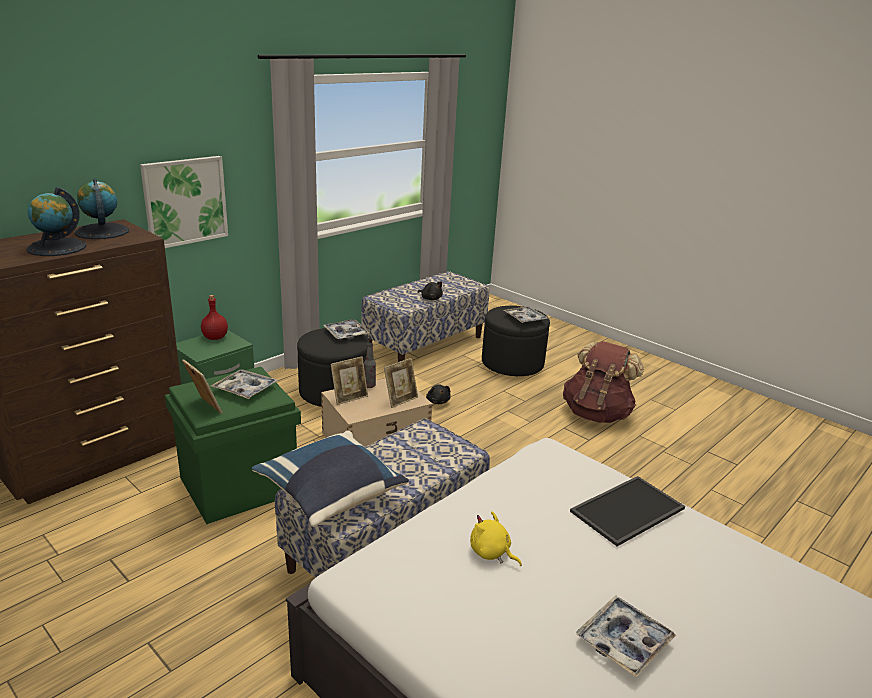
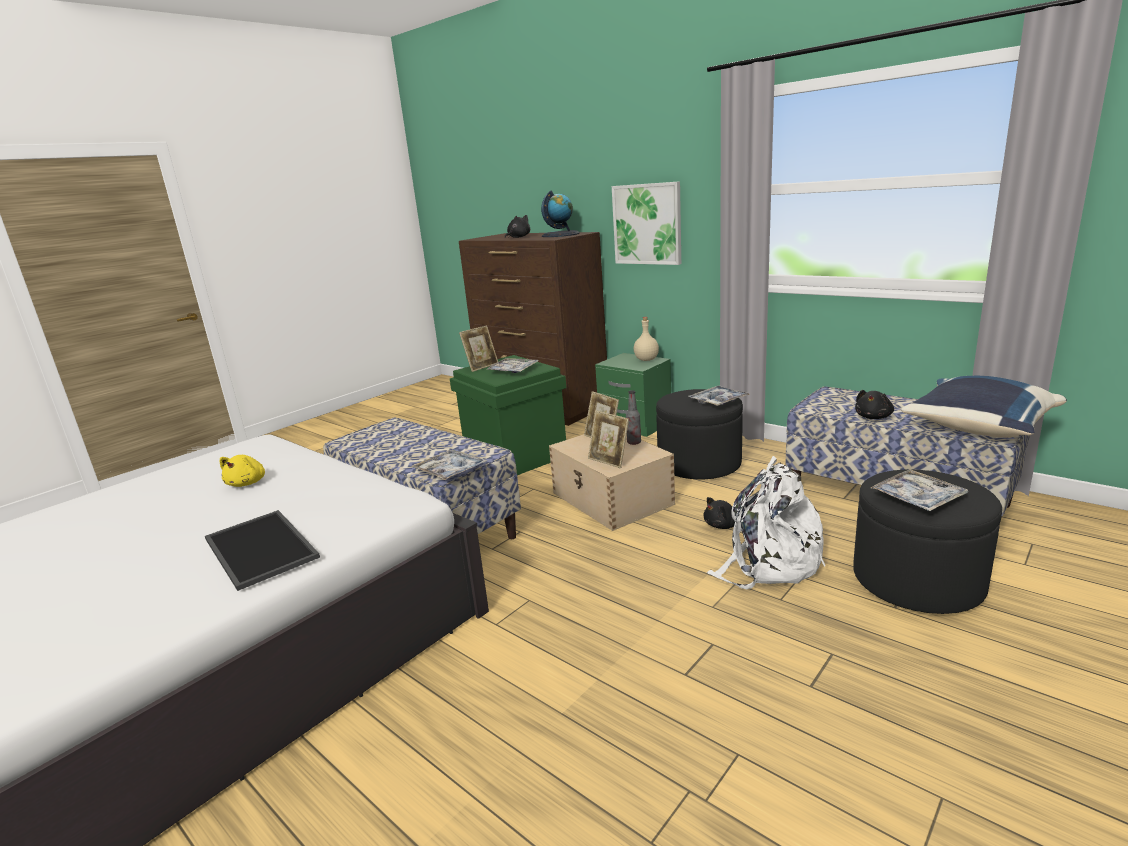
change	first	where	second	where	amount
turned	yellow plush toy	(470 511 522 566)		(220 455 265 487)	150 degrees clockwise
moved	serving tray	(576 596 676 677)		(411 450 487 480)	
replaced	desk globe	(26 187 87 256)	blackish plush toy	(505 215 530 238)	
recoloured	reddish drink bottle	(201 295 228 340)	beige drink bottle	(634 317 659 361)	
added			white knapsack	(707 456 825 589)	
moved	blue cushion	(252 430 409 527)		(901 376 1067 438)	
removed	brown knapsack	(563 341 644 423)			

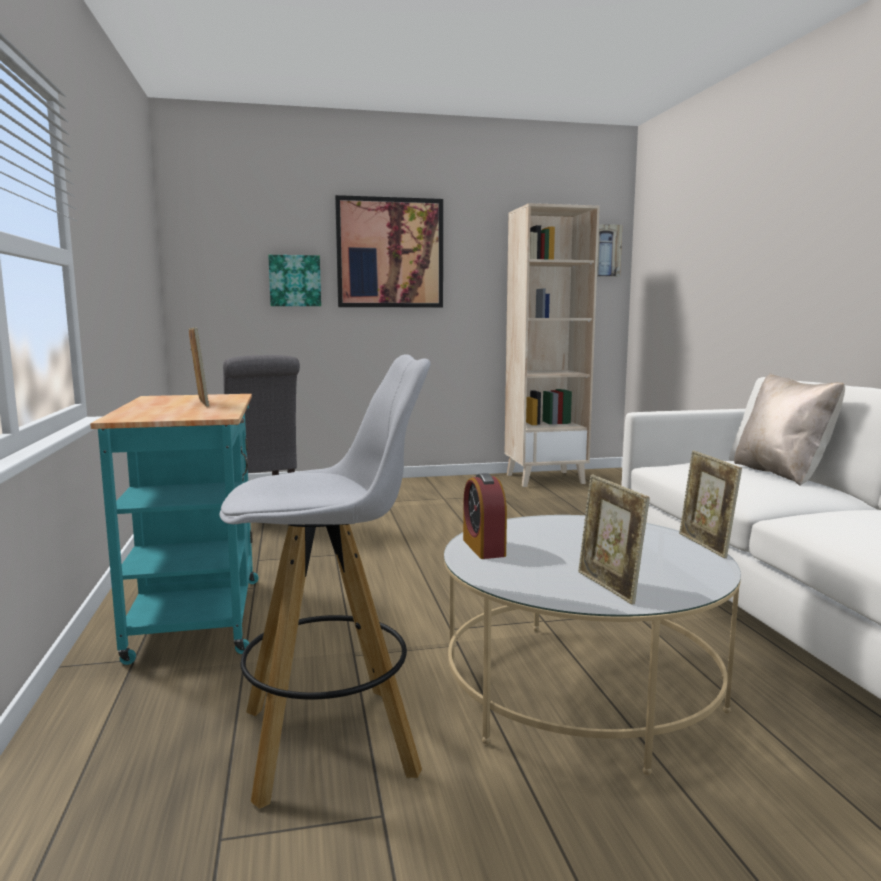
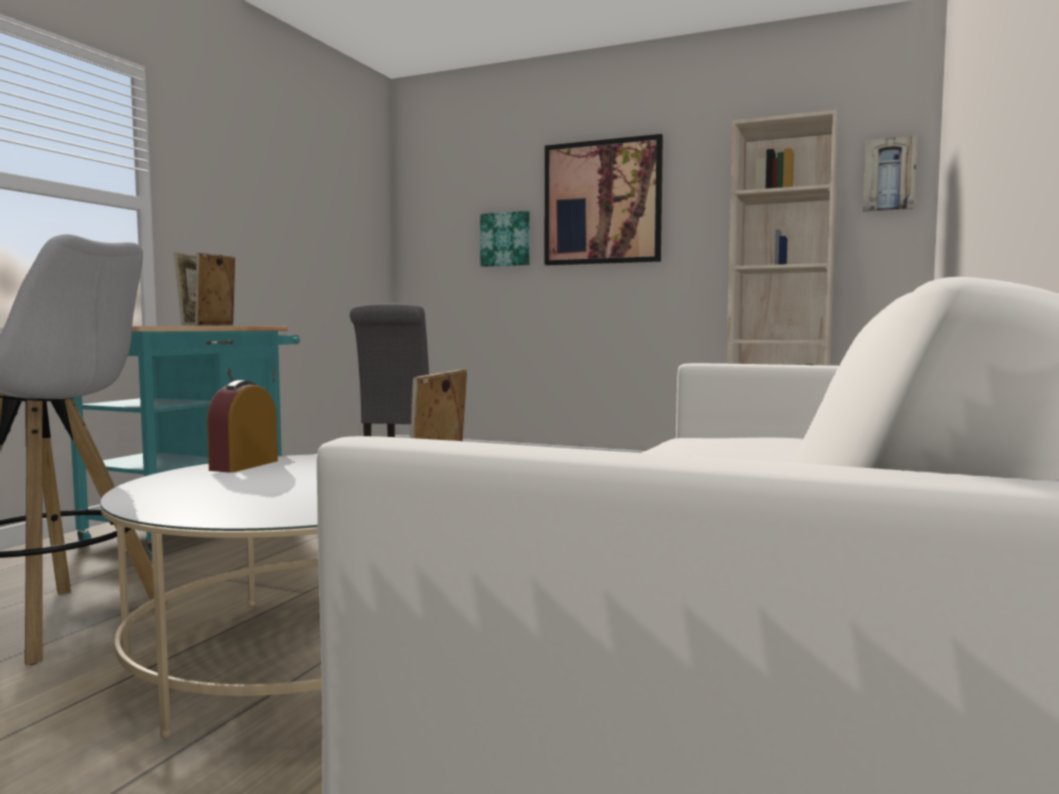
change	first	where	second	where	amount
moved	photo frame	(578 475 650 605)		(195 253 235 326)	
removed	beige cushion	(734 373 845 486)			

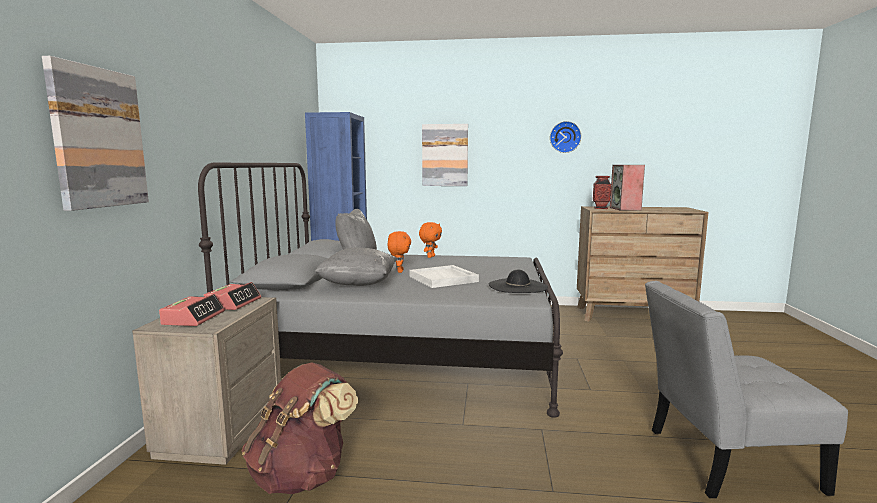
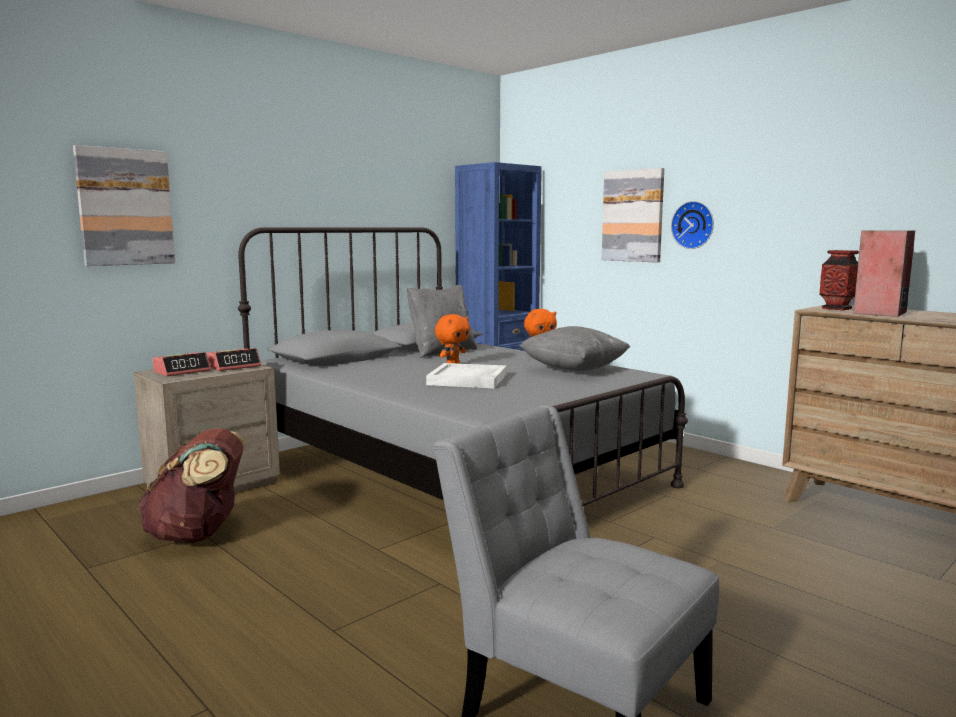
change	first	where	second	where	amount
moved	greyish cushion	(315 247 397 286)		(519 326 630 371)	
moved	clock on the wall	(550 121 581 153)		(671 201 714 249)	
removed	blackish clothing hat	(489 269 548 293)			

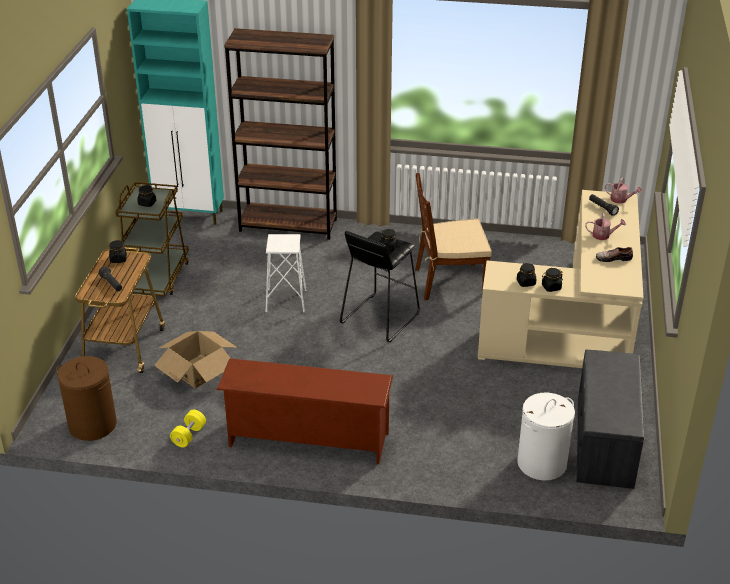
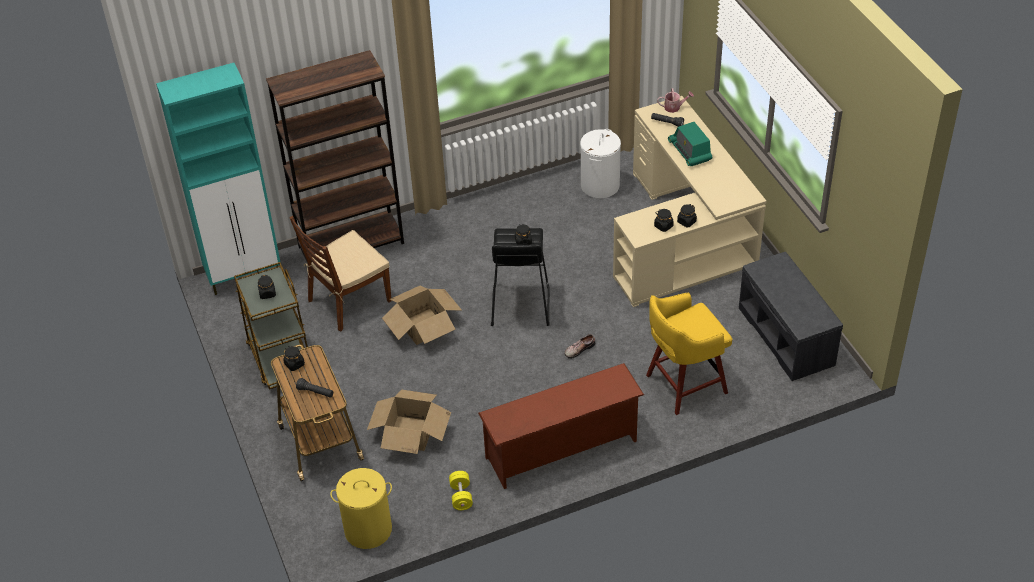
change	first	where	second	where	amount
moved	brown chair	(415 173 492 300)		(289 216 392 331)	
recoloured	brown washing basket	(56 356 117 441)	yellow washing basket	(330 468 392 549)	
replaced	white sitting stool	(266 234 306 312)	carton	(382 286 462 345)	
moved	low shoe	(596 247 633 262)		(565 334 595 359)	
moved	white washing basket	(517 393 575 480)		(580 129 621 198)	
added			yellow sitting stool	(646 293 732 415)	
replaced	watering can	(585 213 626 240)	radio set	(668 122 712 166)	

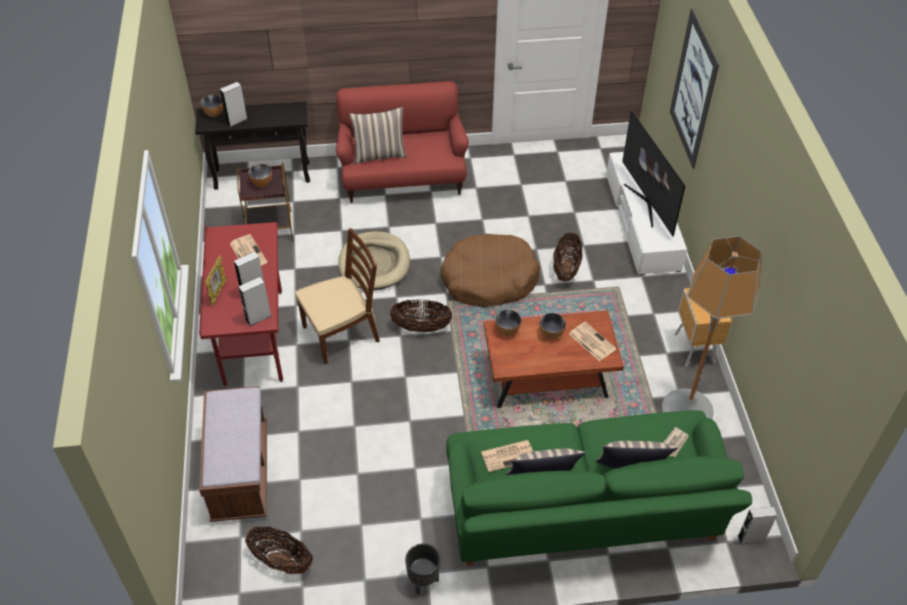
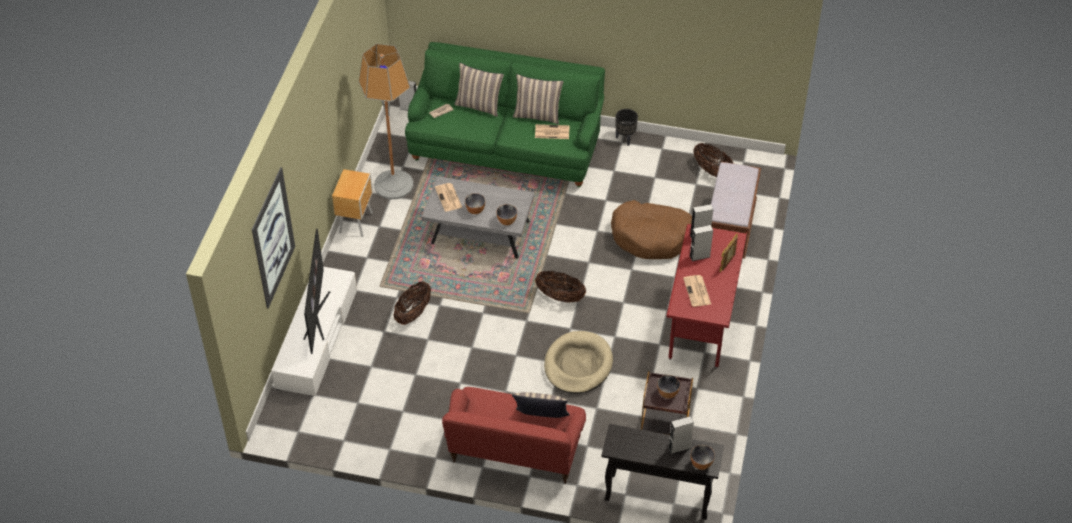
change	first	where	second	where	amount
recoloured	brown coffee table	(484 310 624 408)	greyish coffee table	(422 176 534 258)	
moved	brown pet bed	(440 234 540 307)		(611 200 692 259)	
removed	brown chair	(295 228 380 364)			

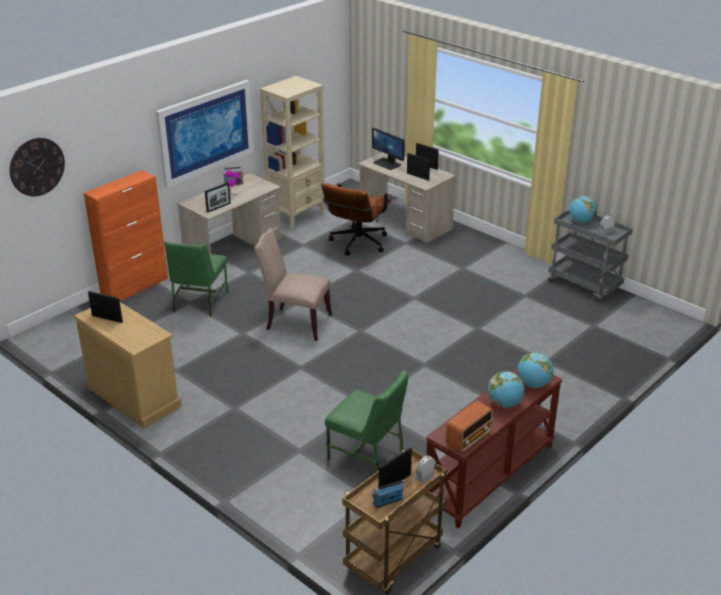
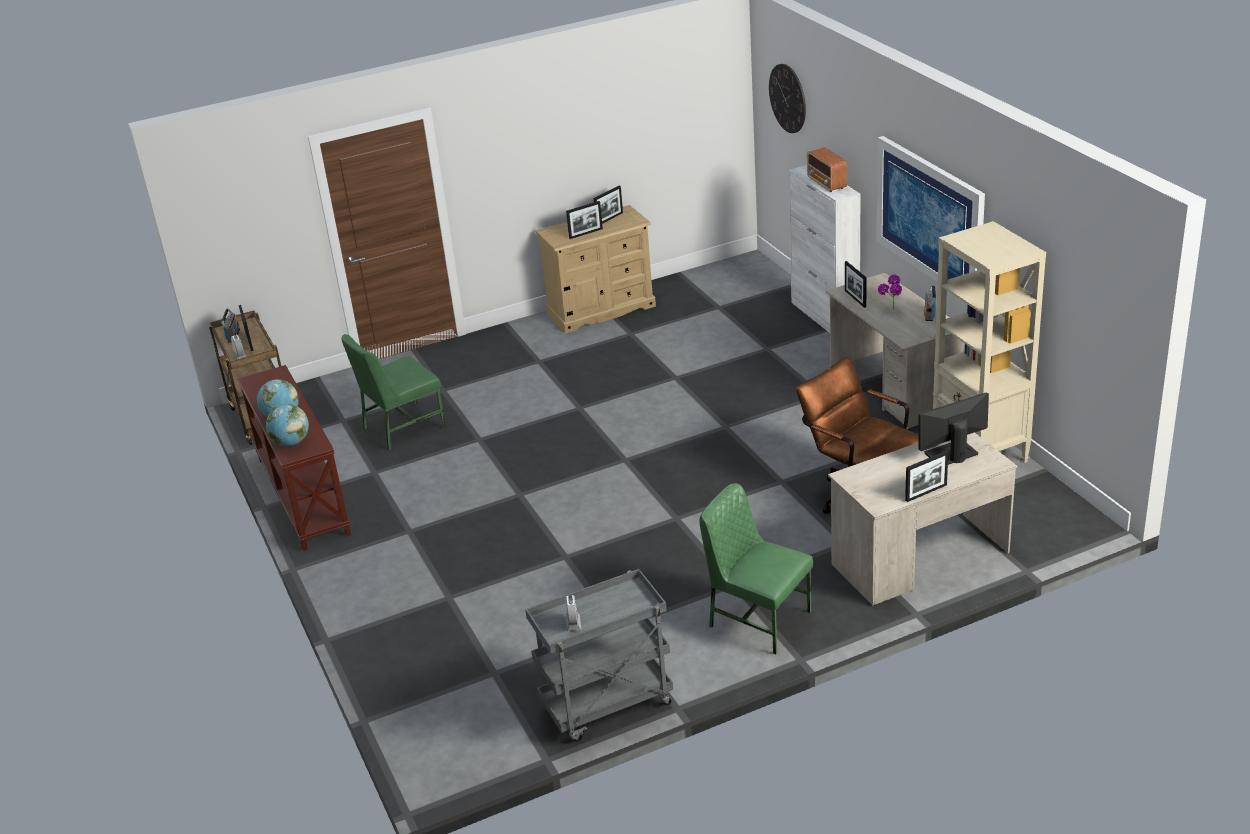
change	first	where	second	where	amount
moved	photo frame	(407 153 430 181)		(566 201 603 239)	
moved	green-coloured chair	(164 241 228 317)		(699 483 813 654)	
recoloured	orange cabinet	(84 170 168 301)	white cabinet	(789 165 861 333)	
moved	radio set	(446 401 493 452)		(807 147 847 192)	
removed	beige chair	(255 228 332 341)			
removed	desk globe	(569 196 597 223)			

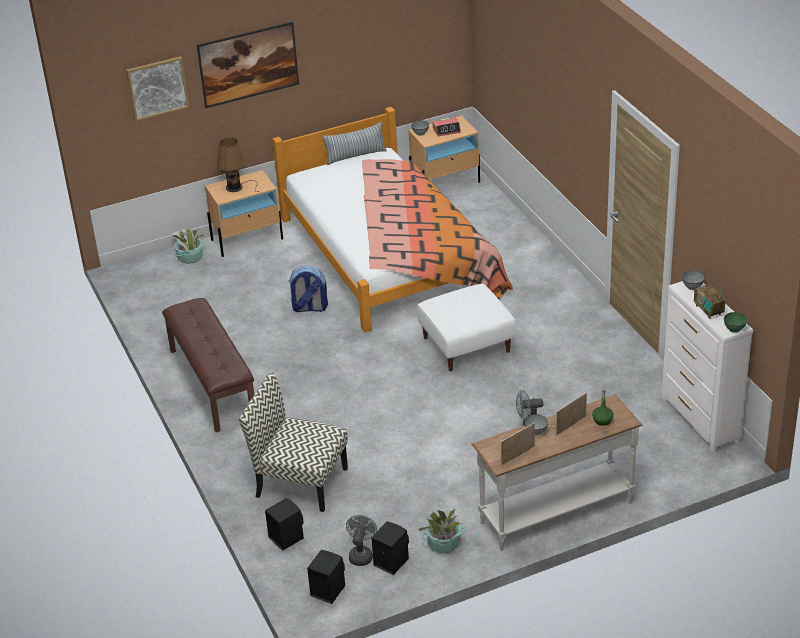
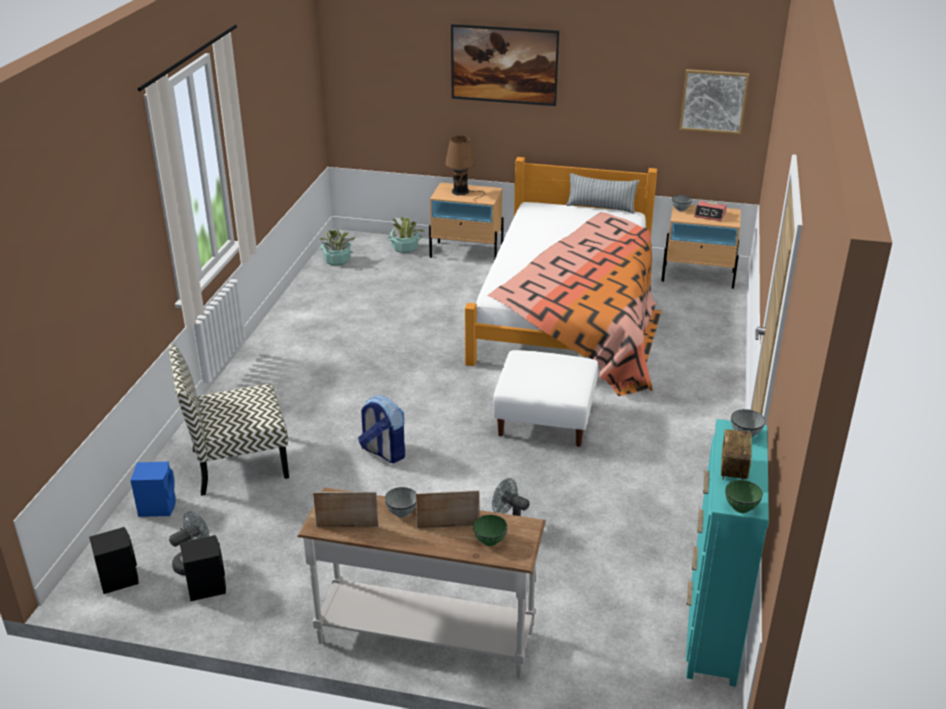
change	first	where	second	where	amount
recoloured	blackish loudspeaker	(265 498 304 551)	blue loudspeaker	(130 461 176 517)	
turned	chair	(239 372 348 512)		(169 345 289 496)	75 degrees counterclockwise
moved	potted plant	(418 506 465 553)		(319 228 357 266)	
moved	knapsack	(288 266 328 312)		(358 395 405 463)	
replaced	green-coloured drink bottle	(592 389 614 426)	green-coloured serving bowl	(473 515 507 546)	
moved	picture	(126 56 189 121)		(679 69 749 134)	
recoloured	white dresser	(661 281 753 453)	turquoise dresser	(686 419 769 687)	
removed	brown bench	(162 298 254 432)			

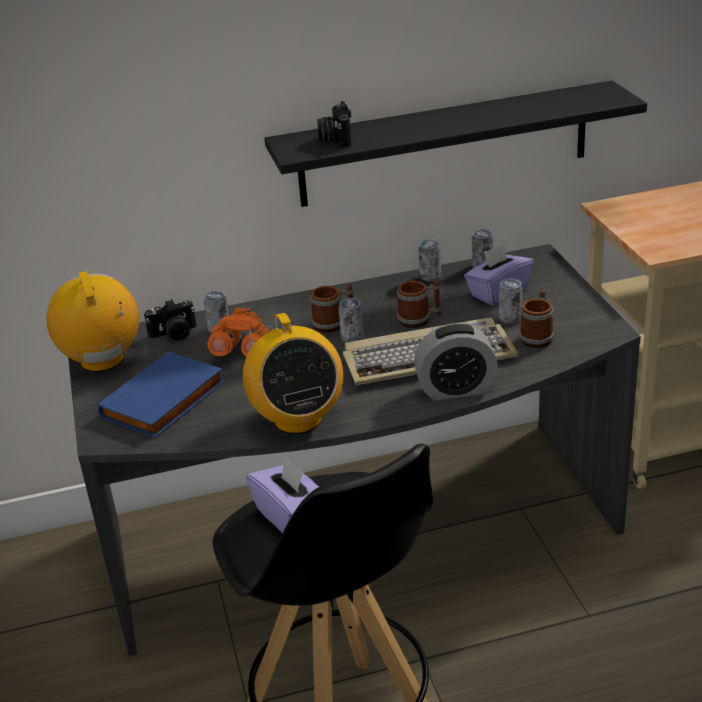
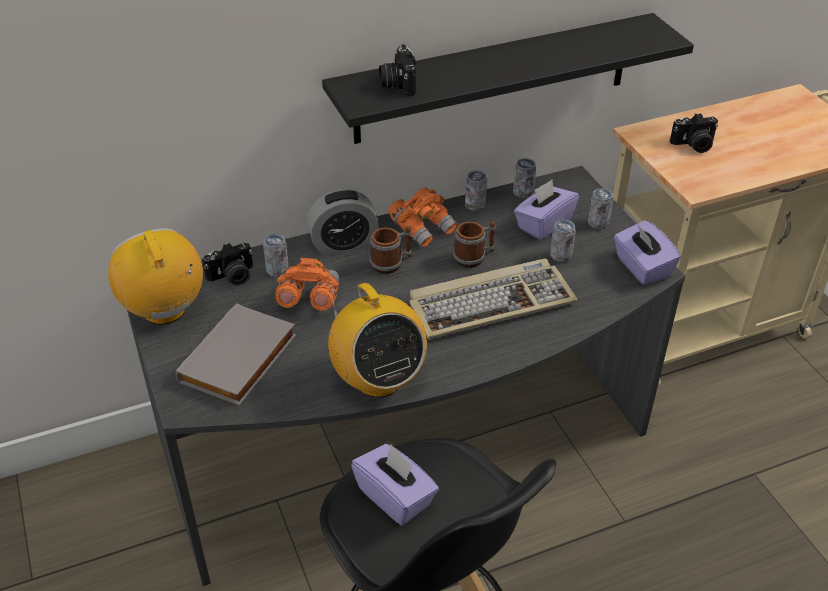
change	first	where	second	where	amount
recoloured	blue bound book	(98 351 225 438)	greyish bound book	(175 303 296 406)	
moved	bedside clock	(414 323 498 400)		(307 189 379 255)	
added			orange field glasses	(388 188 458 248)	
moved	sealed can	(338 298 364 343)		(588 188 614 229)	
added			purple-coloured tissue box	(614 220 681 285)	
added			still camera	(670 113 718 153)	
removed	mug	(519 290 554 348)			

